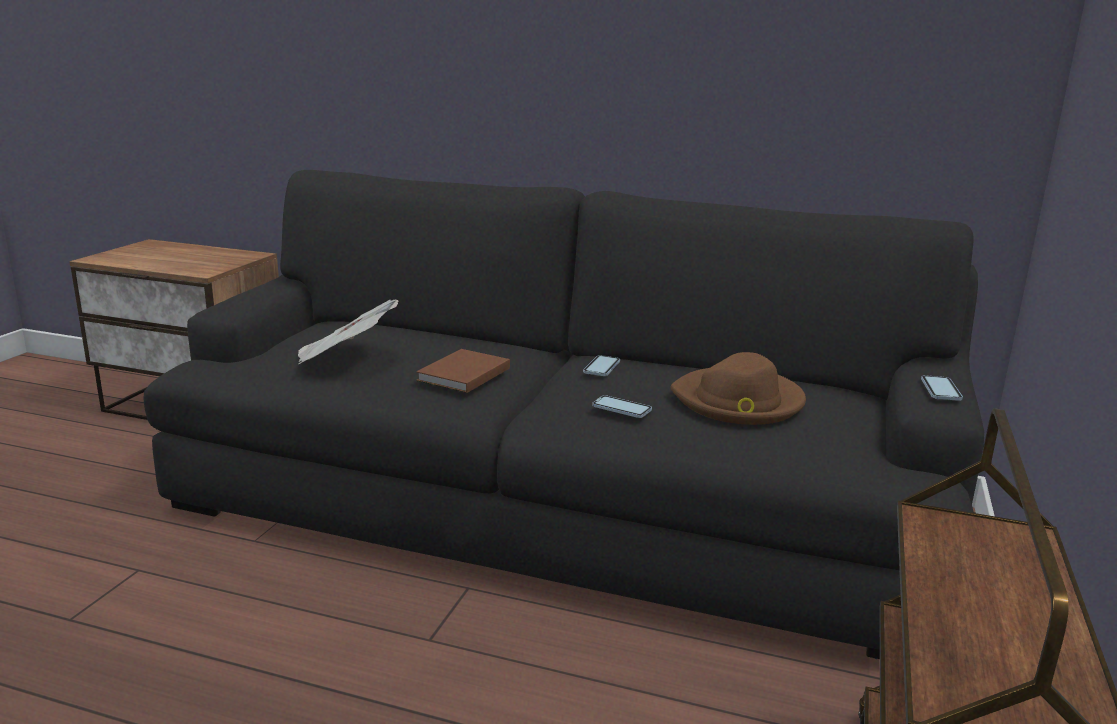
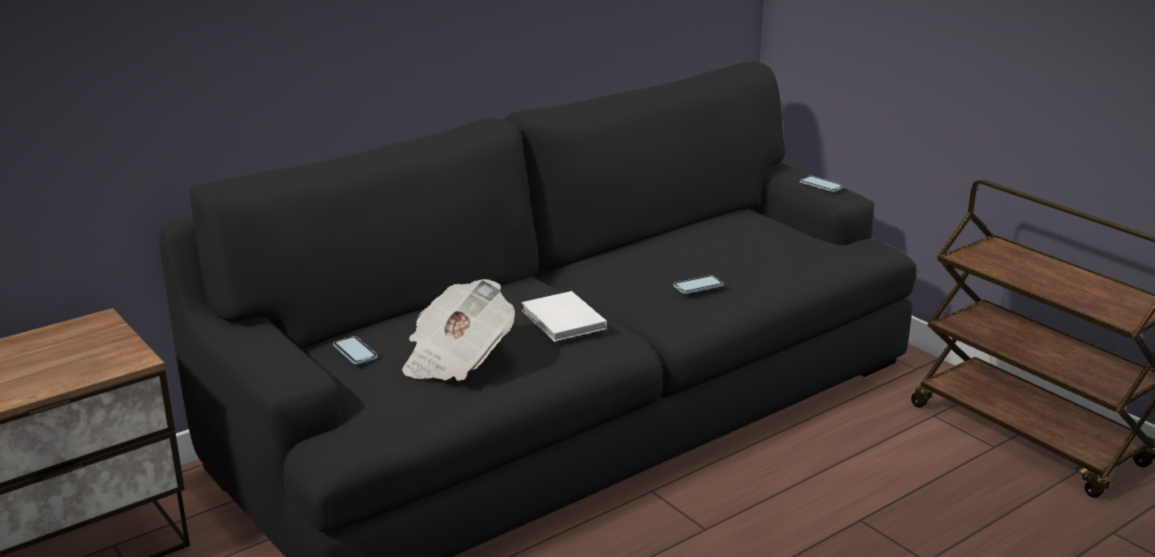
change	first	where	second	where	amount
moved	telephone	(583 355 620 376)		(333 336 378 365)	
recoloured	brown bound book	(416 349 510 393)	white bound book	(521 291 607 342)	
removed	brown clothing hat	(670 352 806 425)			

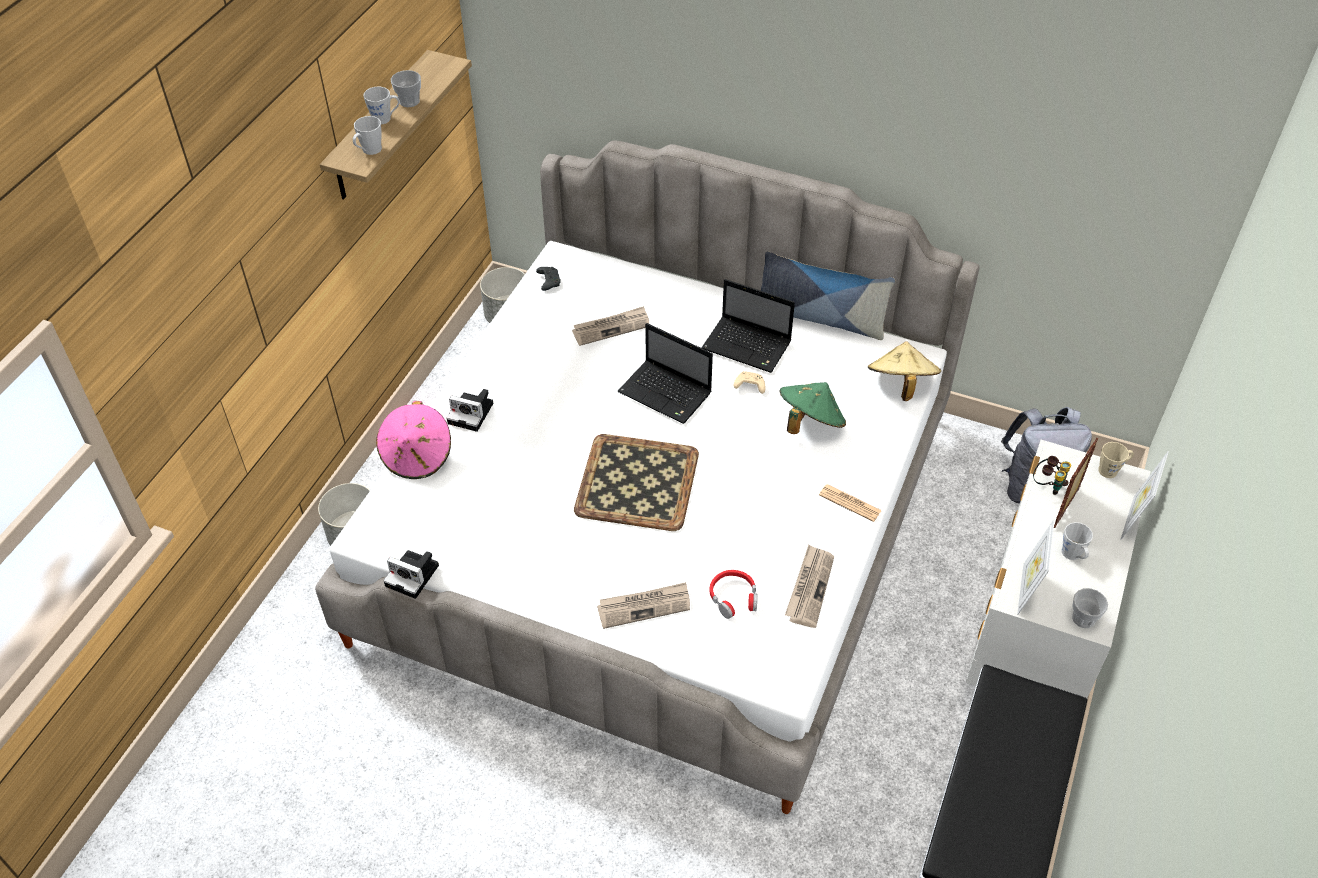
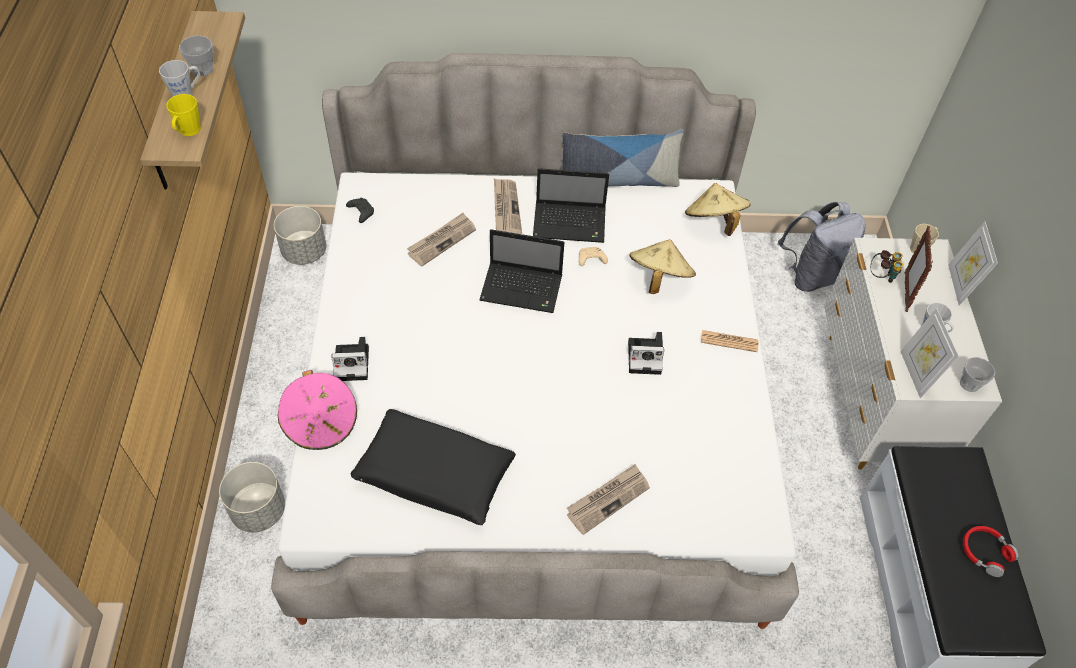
change	first	where	second	where	amount
recoloured	greyish mug	(353 116 382 155)	yellow mug	(166 94 201 136)	
added			blackish cushion	(351 409 516 525)	
moved	printed paper	(785 545 834 628)		(494 179 522 234)	
moved	still camera	(383 550 439 599)		(628 332 664 375)	
recoloured	green-coloured clothing hat	(780 382 846 434)	beige clothing hat	(629 239 696 294)	
moved	reddish headset	(709 570 757 619)		(963 526 1019 577)	
removed	serving tray	(574 434 699 531)			

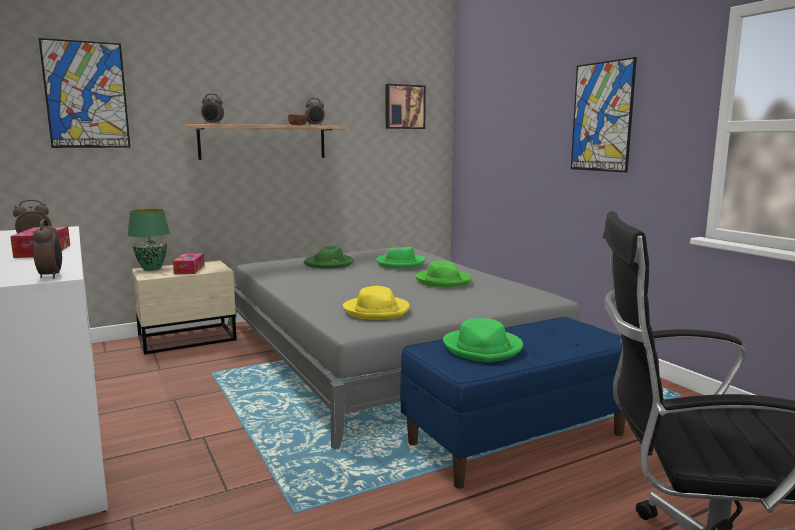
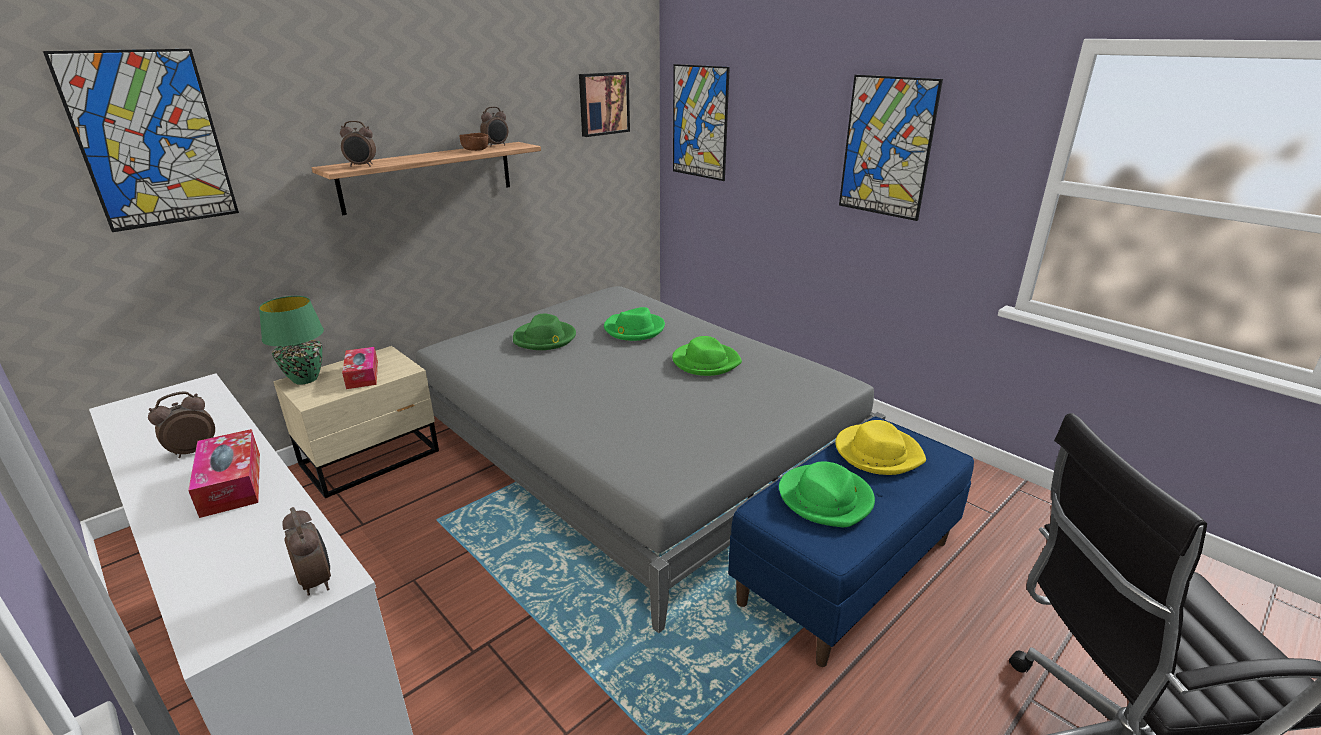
change	first	where	second	where	amount
added			picture	(673 64 730 181)	
moved	yellow clothing hat	(343 286 410 320)		(835 420 926 475)	

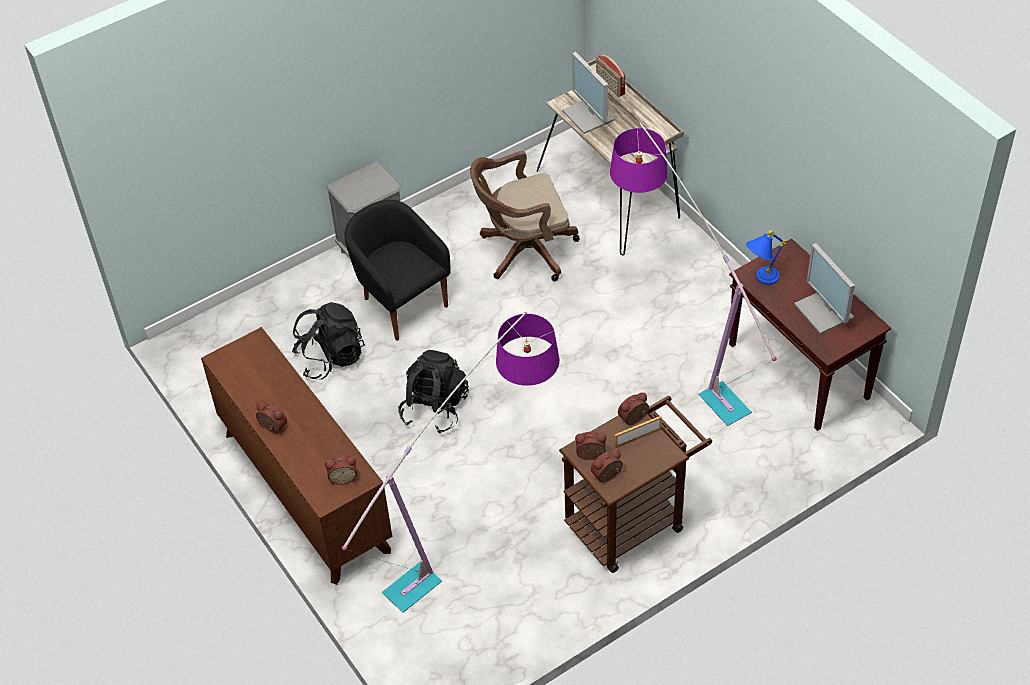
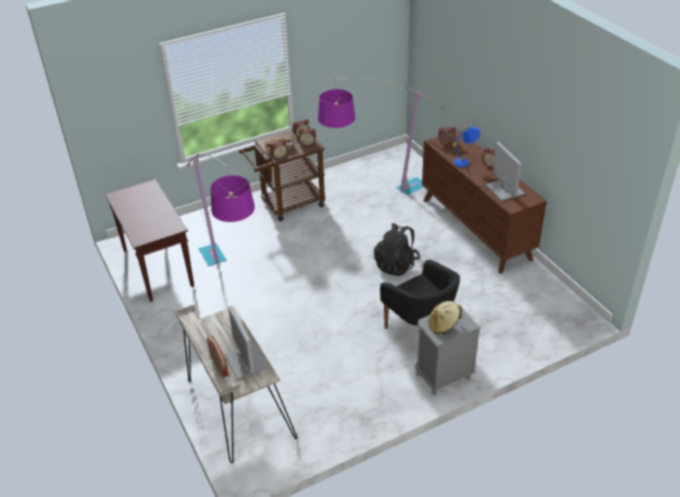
change	first	where	second	where	amount
added			beige clothing hat	(428 301 462 334)	
moved	blue table lamp	(746 230 786 285)		(453 126 481 167)	
moved	computer display	(794 243 855 334)		(486 142 525 201)	
removed	blackish knapsack	(292 302 365 379)			
removed	brown office chair	(470 151 580 281)			

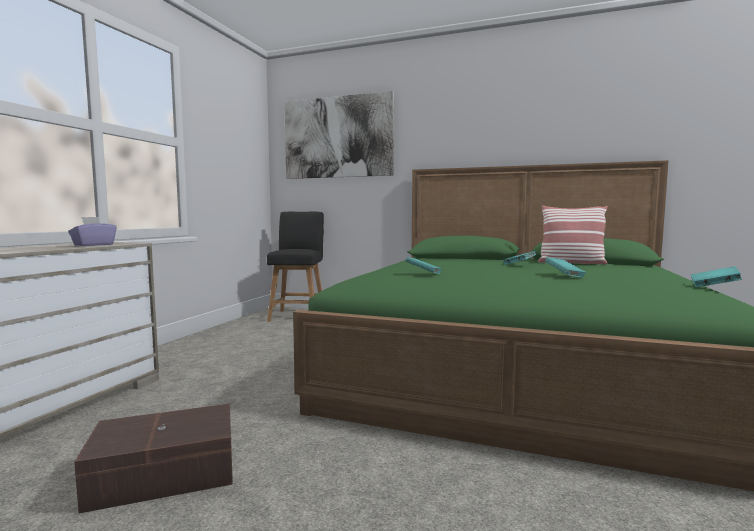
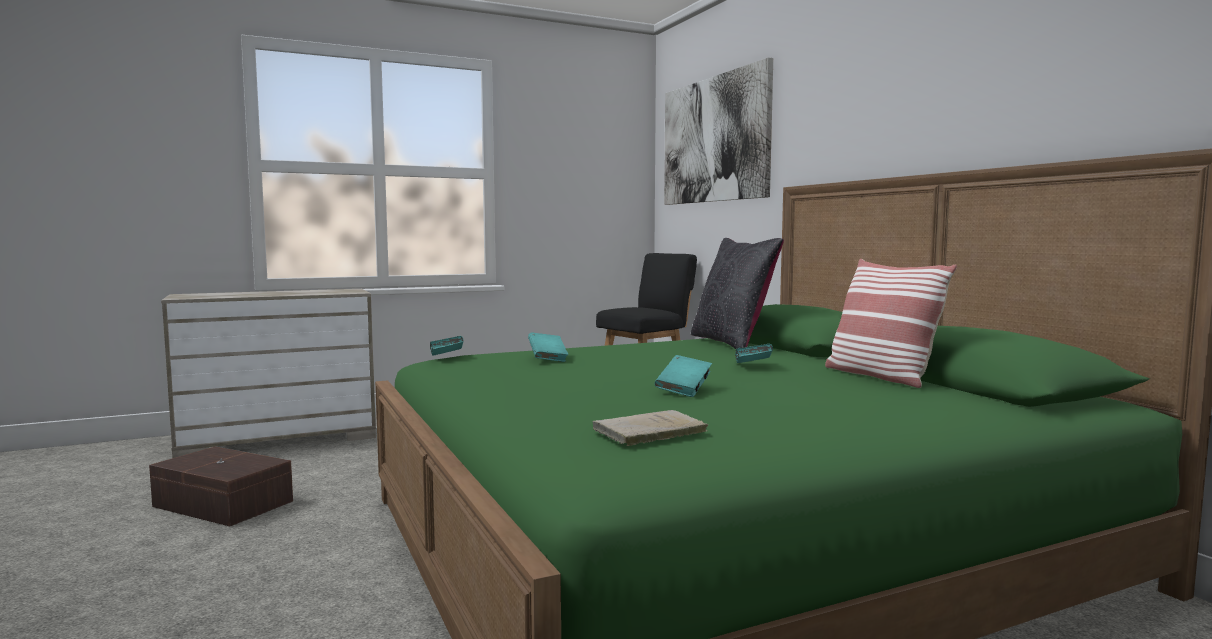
change	first	where	second	where	amount
moved	turquoise bound book	(691 266 742 287)		(430 336 464 355)	
added			beige bound book	(592 410 708 446)	
added			blackish cushion	(691 238 784 349)	
removed	purple-coloured tissue box	(68 217 117 246)			

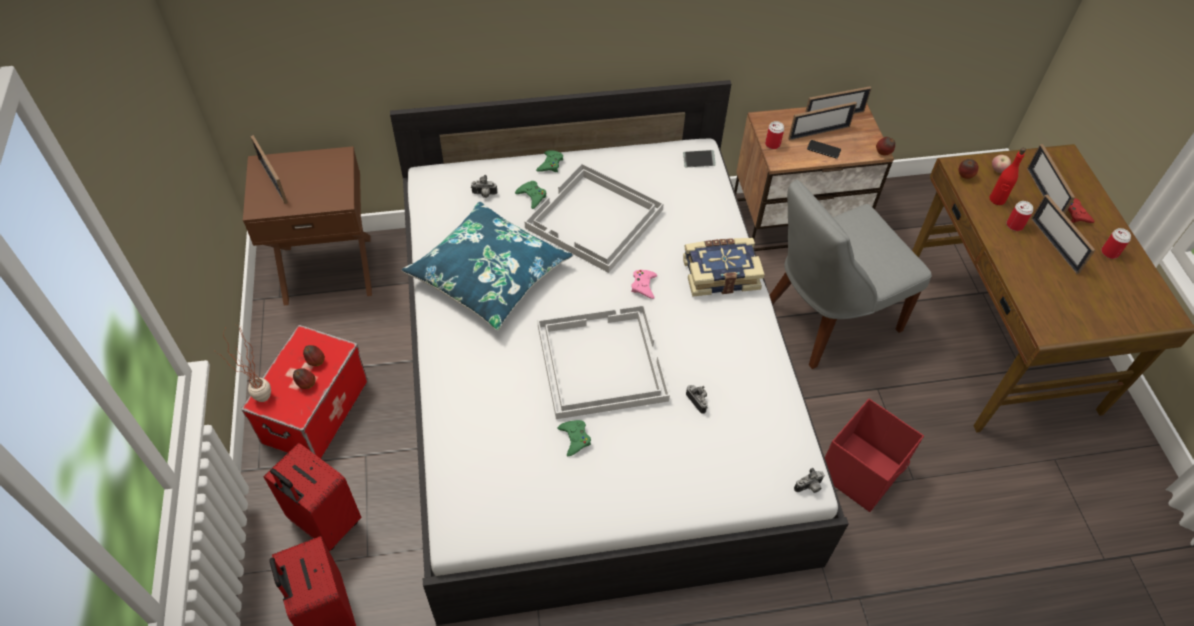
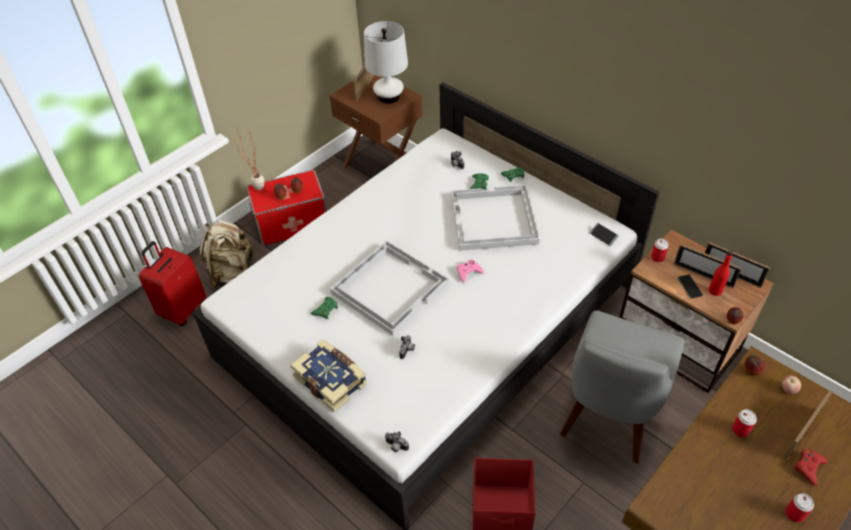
change	first	where	second	where	amount
replaced	reddish suitcase	(263 443 361 551)	beige knapsack	(200 220 256 289)	
moved	bound book	(683 238 765 297)		(290 340 367 413)	
added			white table lamp	(364 21 408 103)	
turned	greyish chair	(770 180 932 369)		(560 311 684 464)	90 degrees counterclockwise
moved	reddish drink bottle	(990 148 1026 205)		(709 250 733 296)	
removed	blue cushion	(402 202 573 331)			
removed	photo frame	(1031 194 1095 274)			

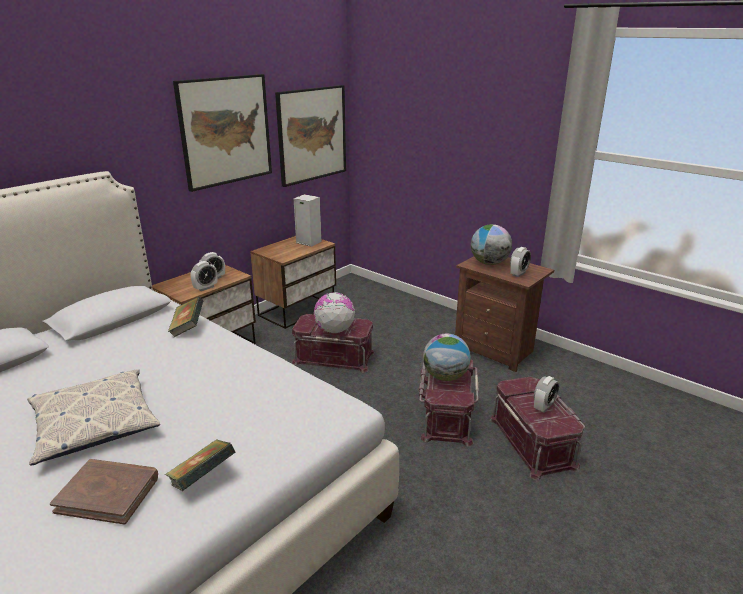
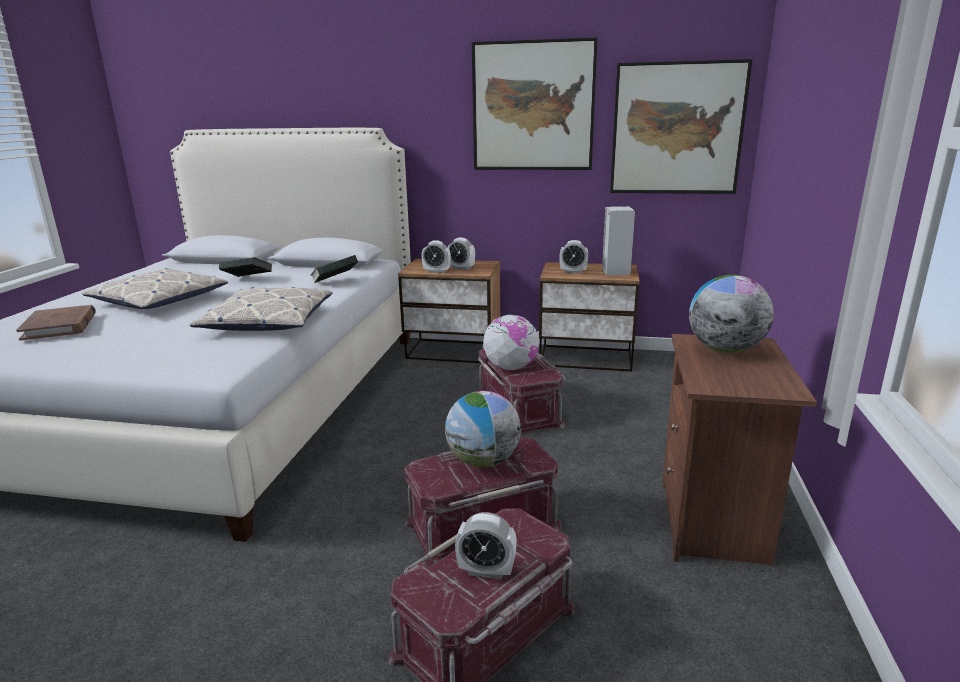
change	first	where	second	where	amount
added			cushion	(189 287 333 331)	
moved	bound book	(165 439 236 491)		(219 257 272 277)	
moved	bedside clock	(510 247 531 277)		(559 240 588 273)	

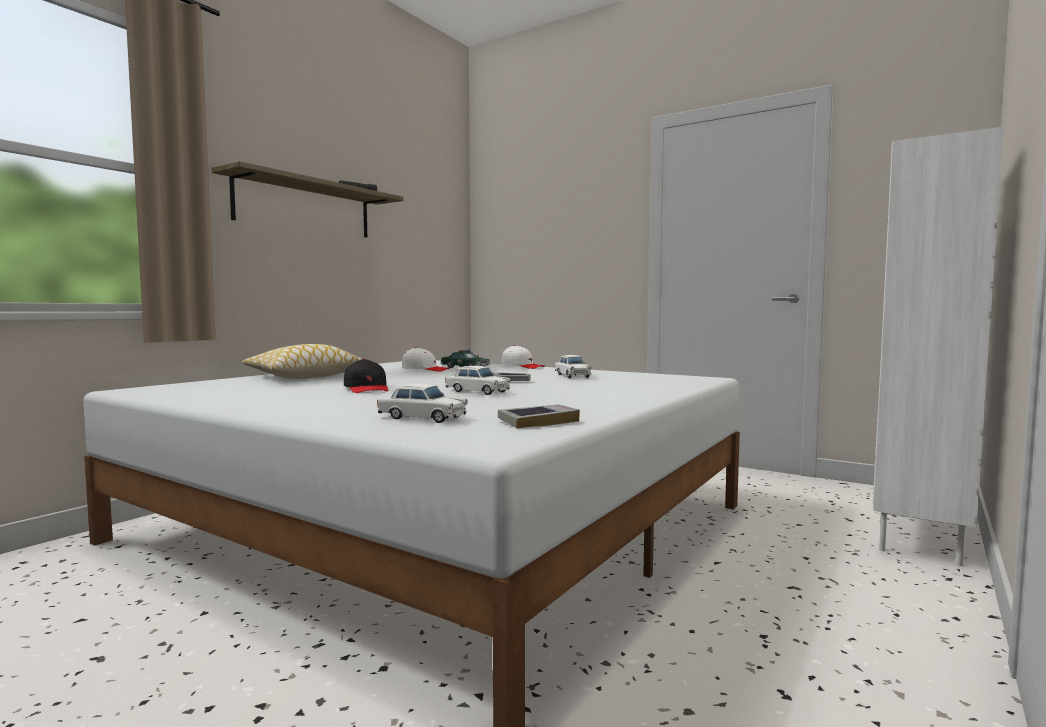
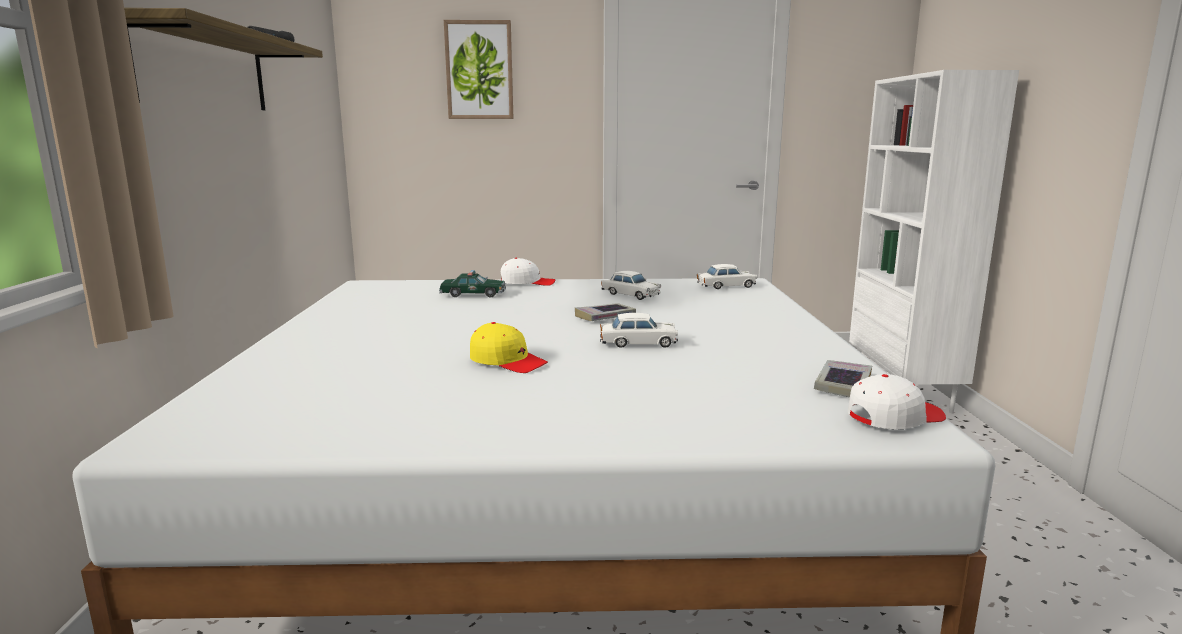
change	first	where	second	where	amount
added			picture	(444 20 514 119)	
recoloured	blackish cap	(344 359 388 393)	yellow cap	(470 322 548 373)	
moved	white toy car	(377 384 468 423)		(697 264 757 289)	
moved	white cap	(402 347 449 372)		(848 374 946 429)	
removed	cushion	(242 344 362 379)			

